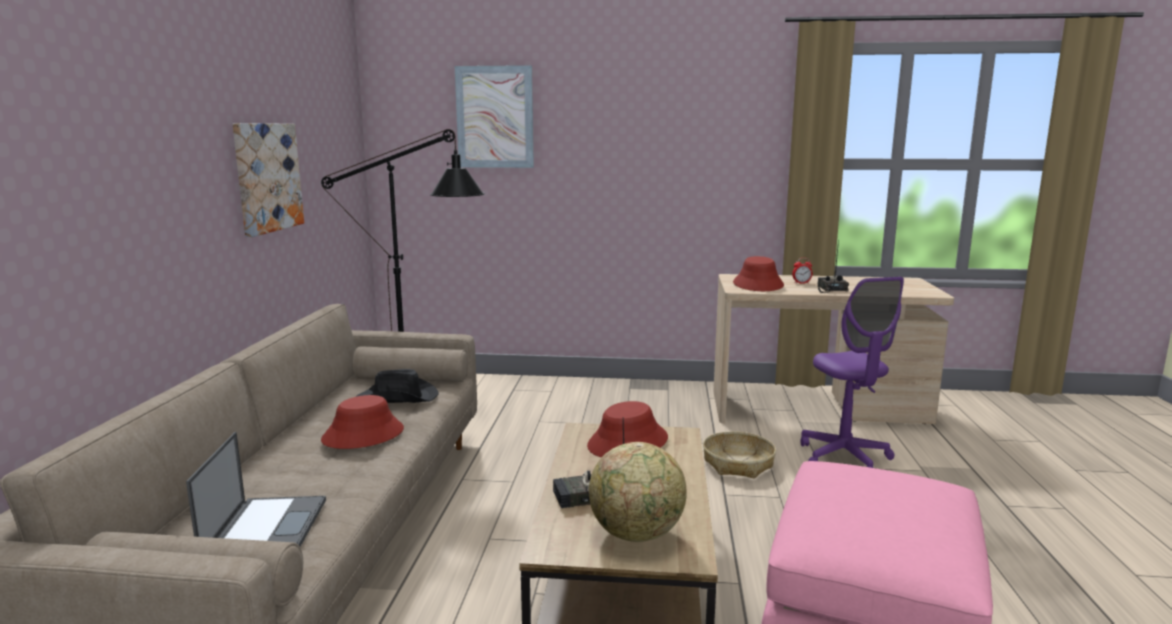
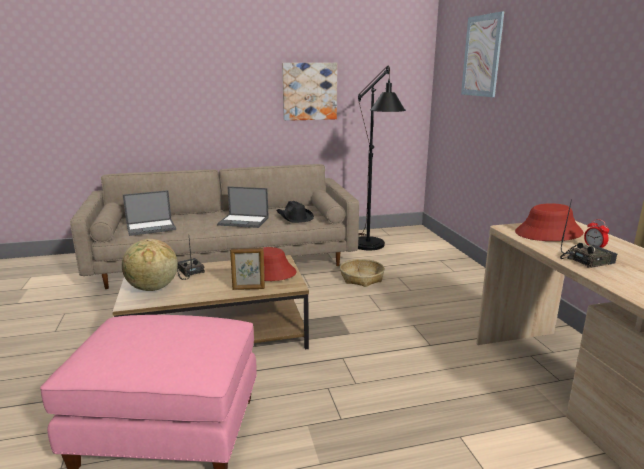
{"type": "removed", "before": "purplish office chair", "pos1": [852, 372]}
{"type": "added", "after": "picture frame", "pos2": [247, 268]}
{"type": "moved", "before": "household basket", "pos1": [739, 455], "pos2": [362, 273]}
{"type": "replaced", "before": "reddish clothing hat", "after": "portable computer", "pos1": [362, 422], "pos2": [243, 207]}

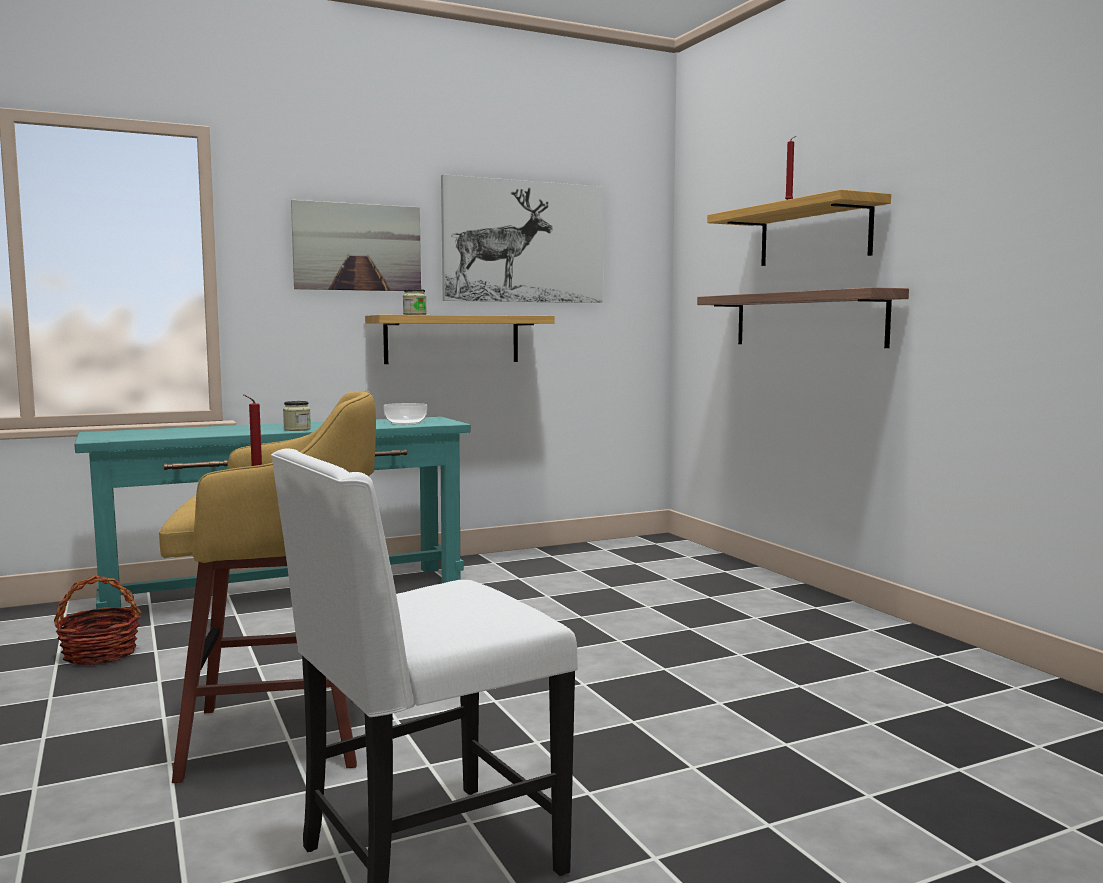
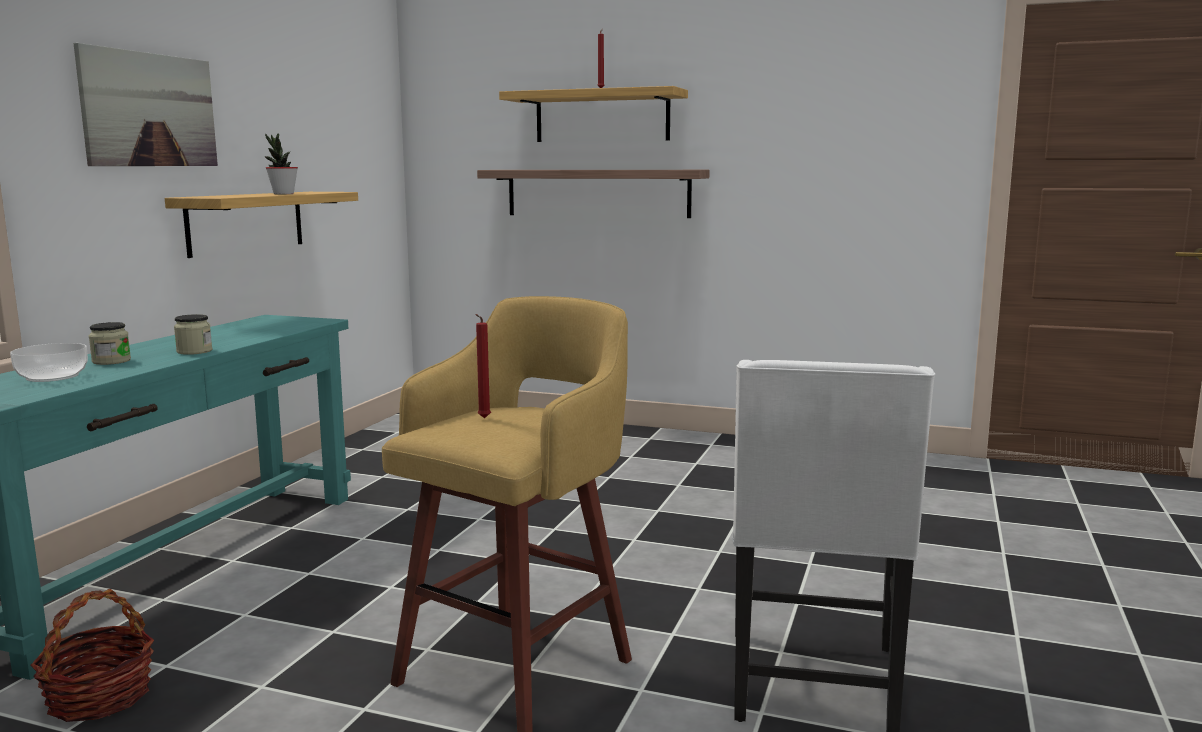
{"type": "removed", "before": "wall picture", "pos1": [522, 238]}
{"type": "added", "after": "potted plant", "pos2": [281, 164]}
{"type": "moved", "before": "serving bowl", "pos1": [405, 414], "pos2": [49, 362]}
{"type": "moved", "before": "preserve jar", "pos1": [415, 302], "pos2": [110, 343]}

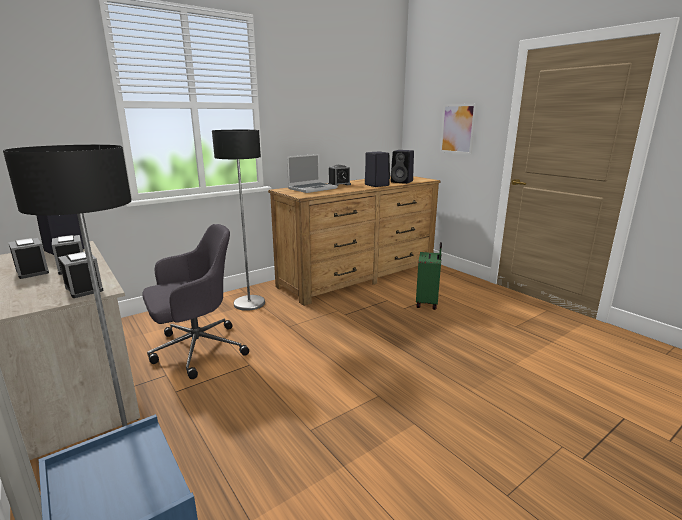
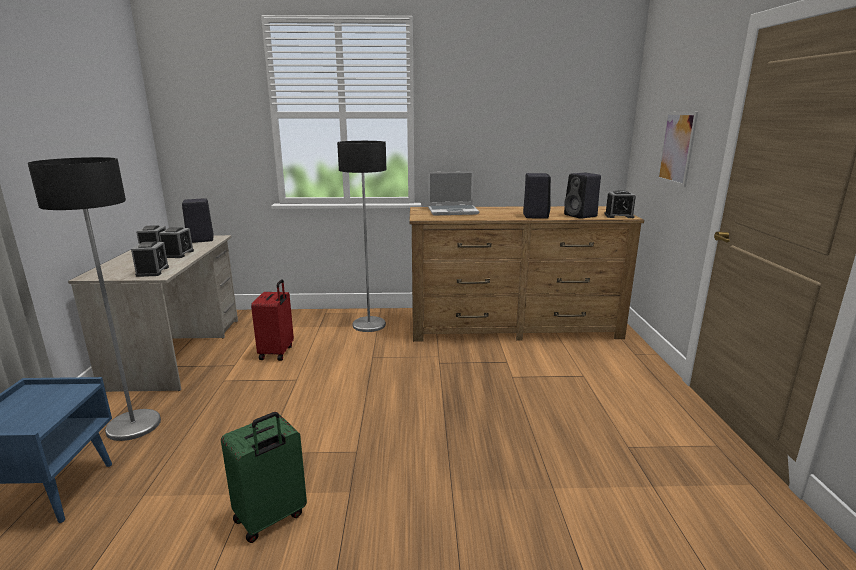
{"type": "moved", "before": "alarm clock", "pos1": [339, 175], "pos2": [620, 204]}
{"type": "moved", "before": "green-coloured travel case", "pos1": [429, 276], "pos2": [264, 477]}
{"type": "replaced", "before": "greyish office chair", "after": "reddish travel case", "pos1": [195, 301], "pos2": [272, 320]}

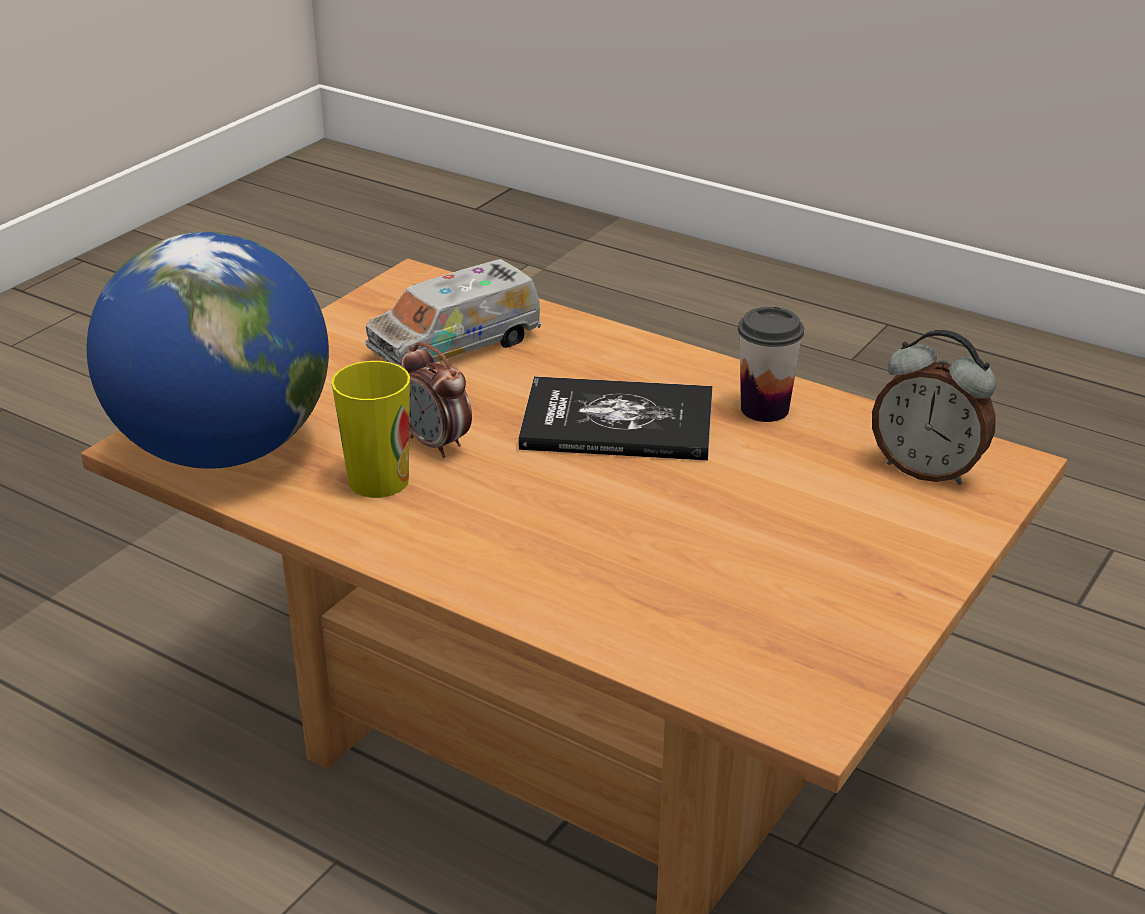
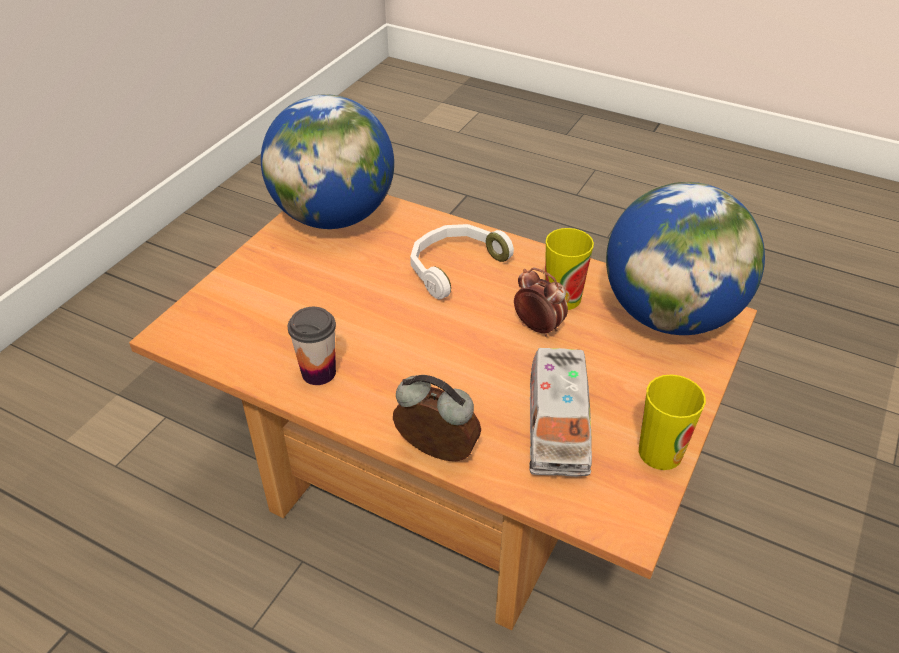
{"type": "removed", "before": "book", "pos1": [616, 418]}
{"type": "added", "after": "world globe", "pos2": [327, 161]}
{"type": "added", "after": "whitish headset", "pos2": [462, 261]}
{"type": "added", "after": "small cup", "pos2": [672, 422]}
{"type": "moved", "before": "alarm clock", "pos1": [934, 407], "pos2": [437, 418]}
{"type": "turned", "before": "toy lorry", "pos1": [453, 312], "pos2": [560, 412], "turn": 135}

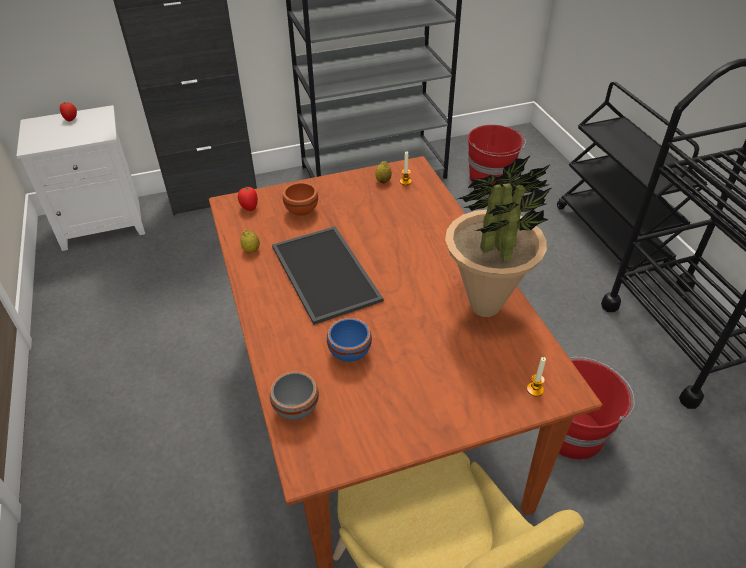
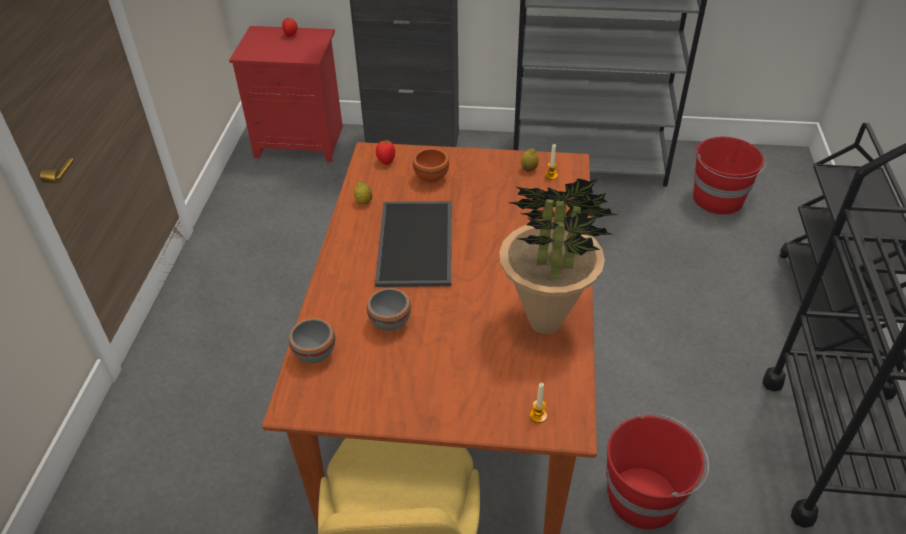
{"type": "recoloured", "before": "whitish nightstand", "after": "reddish nightstand", "pos1": [81, 178], "pos2": [286, 94]}
{"type": "recoloured", "before": "bluish serving bowl", "after": "greyish serving bowl", "pos1": [349, 340], "pos2": [389, 309]}

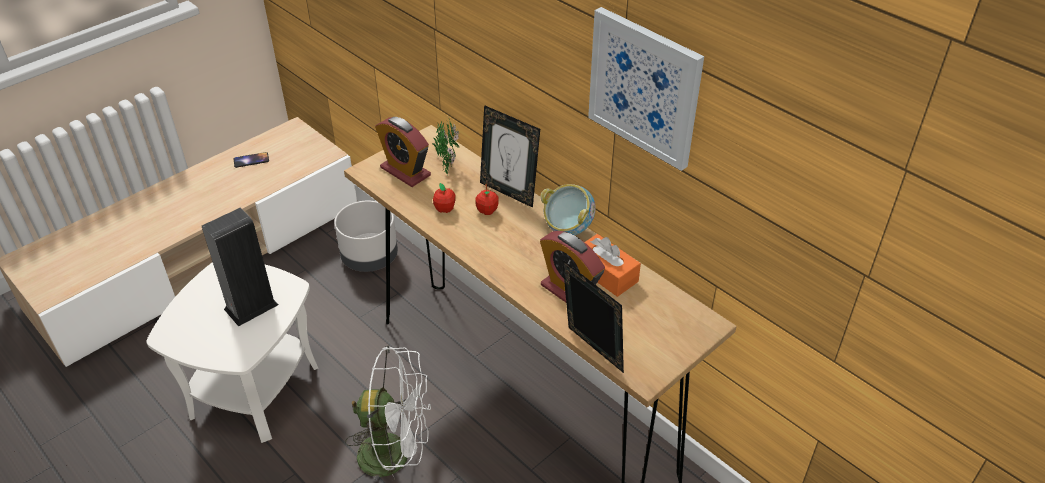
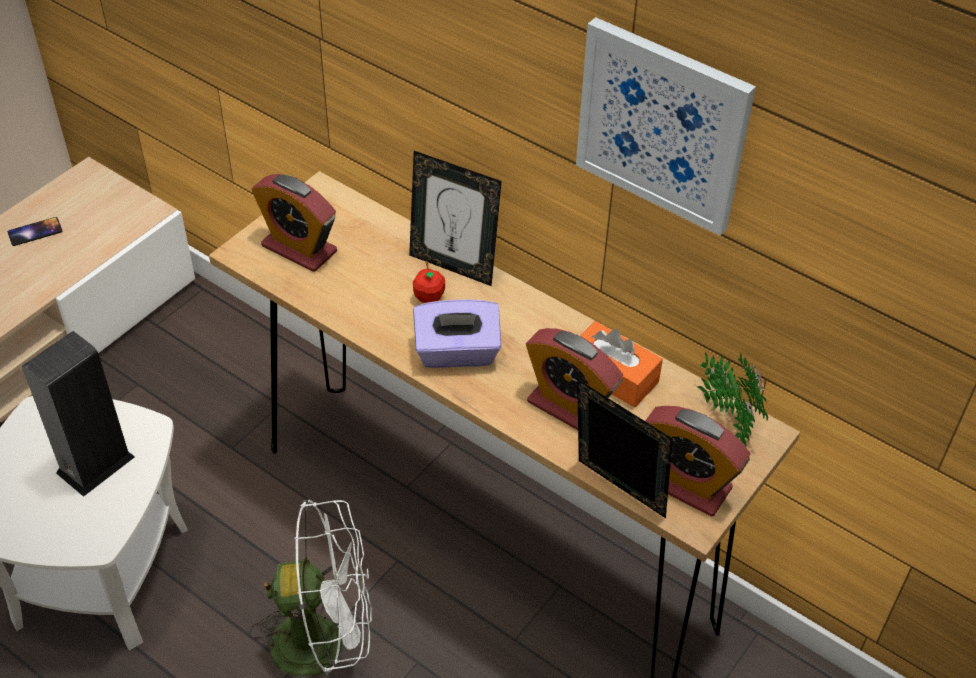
{"type": "removed", "before": "greyish plant pot", "pos1": [366, 236]}
{"type": "removed", "before": "apple fruit", "pos1": [444, 198]}
{"type": "removed", "before": "serving bowl", "pos1": [567, 209]}
{"type": "added", "after": "purplish tissue holder", "pos2": [457, 333]}
{"type": "added", "after": "alarm clock", "pos2": [697, 461]}
{"type": "moved", "before": "potted plant", "pos1": [445, 147], "pos2": [732, 399]}

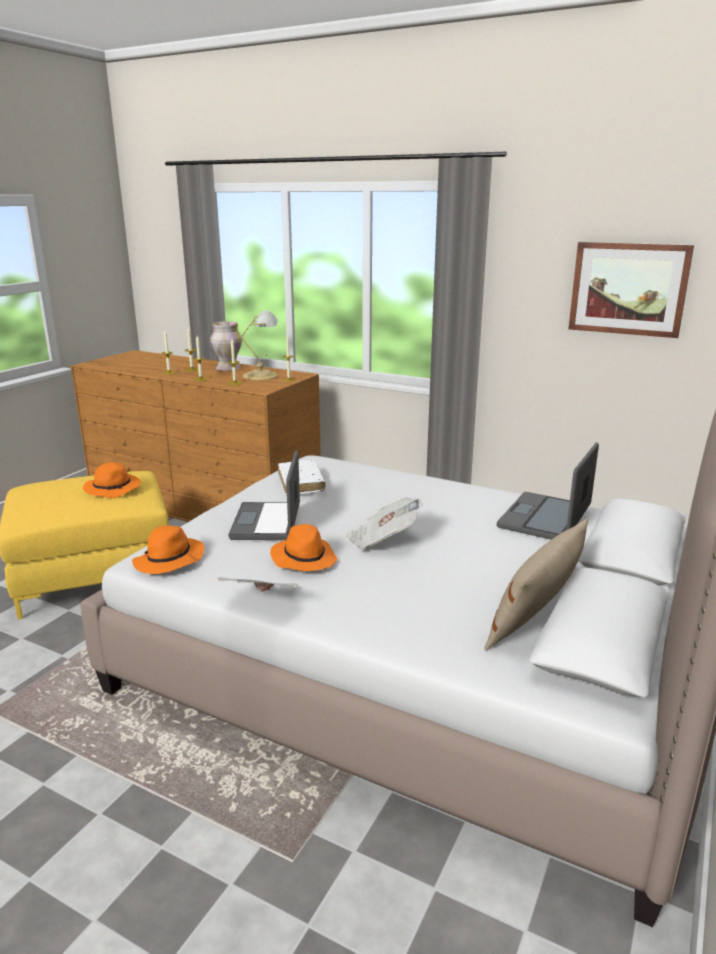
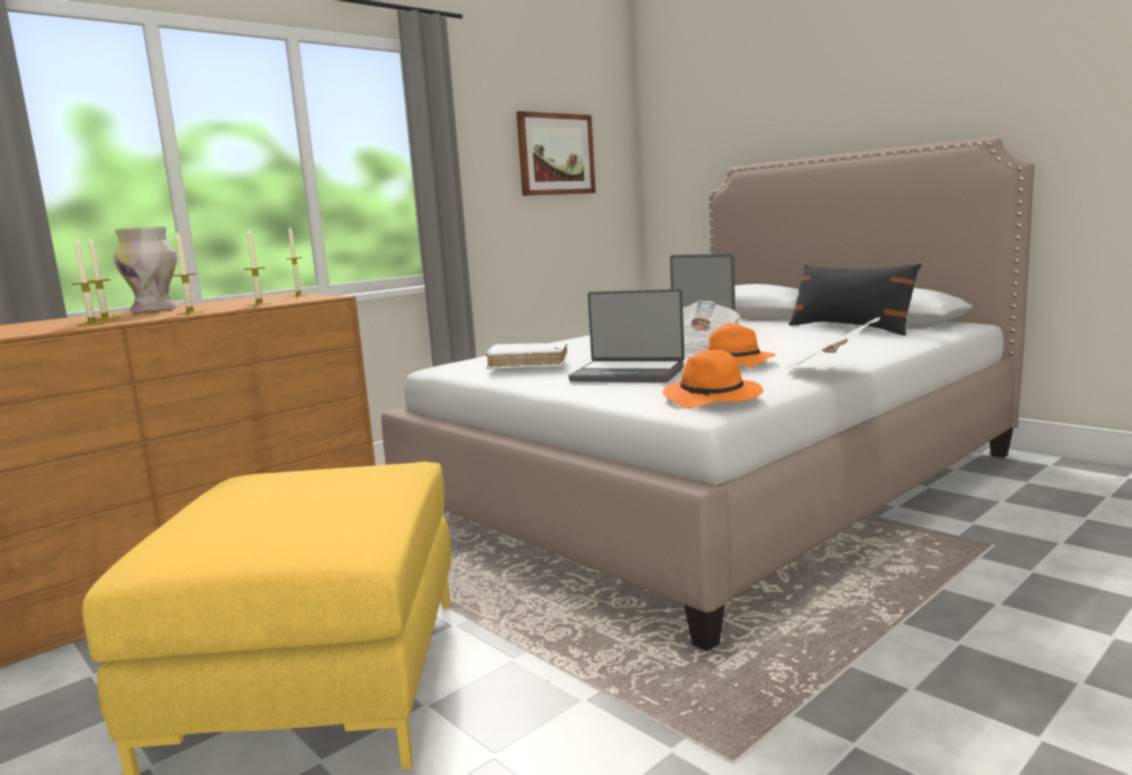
{"type": "removed", "before": "orangey clothing hat", "pos1": [112, 480]}
{"type": "removed", "before": "lamp for a table", "pos1": [259, 345]}
{"type": "recoloured", "before": "beige-coloured throw pillow", "after": "black throw pillow", "pos1": [536, 584], "pos2": [855, 299]}

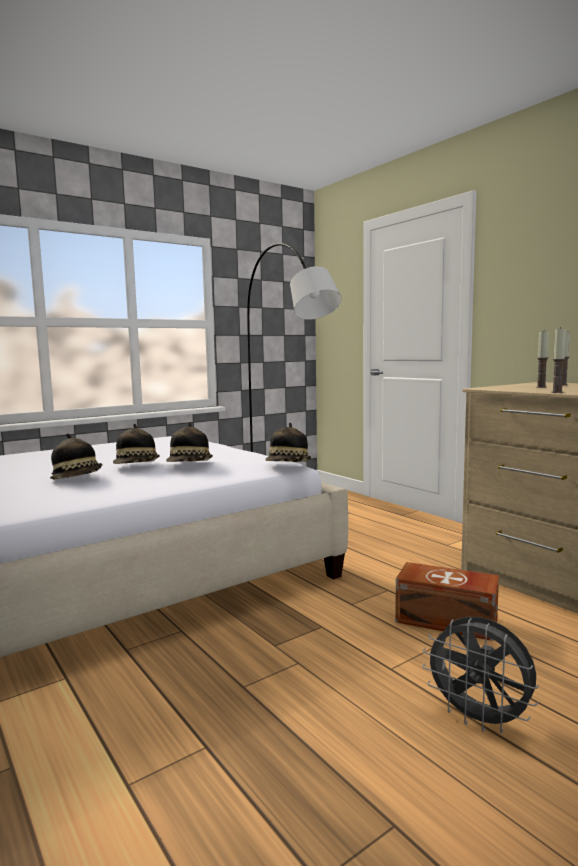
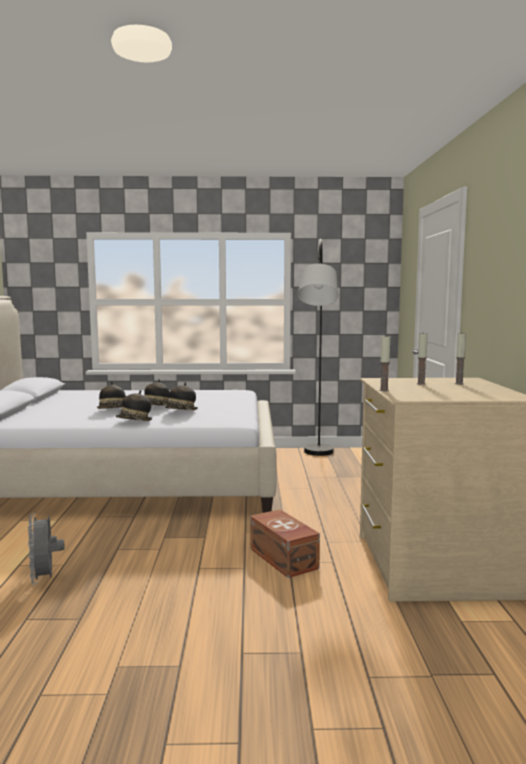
{"type": "moved", "before": "clothing hat", "pos1": [288, 442], "pos2": [133, 405]}
{"type": "moved", "before": "greyish electric fan", "pos1": [480, 675], "pos2": [46, 549]}

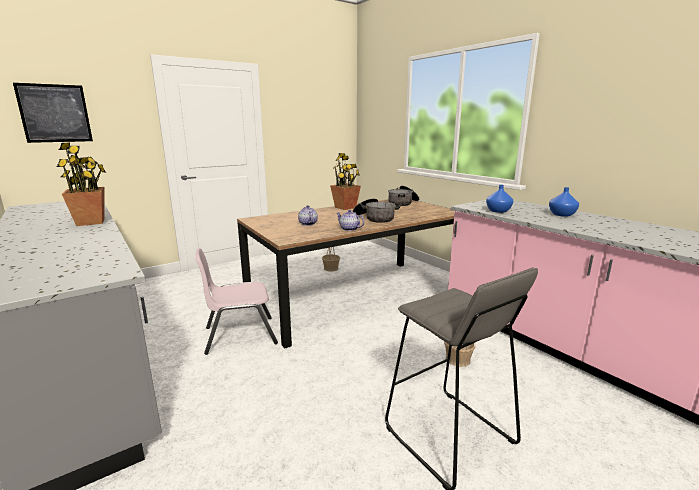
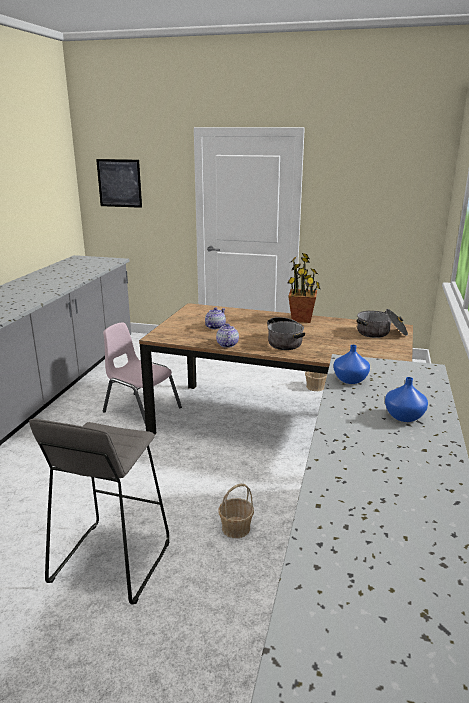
{"type": "removed", "before": "potted plant", "pos1": [81, 184]}

